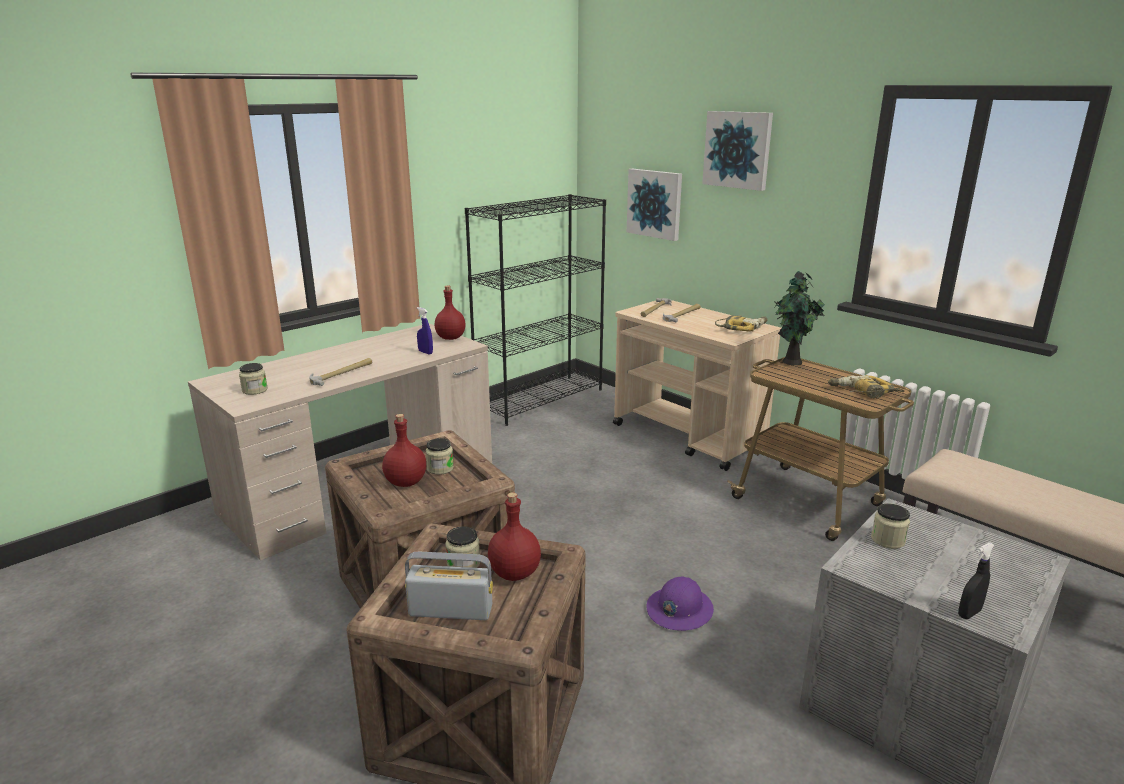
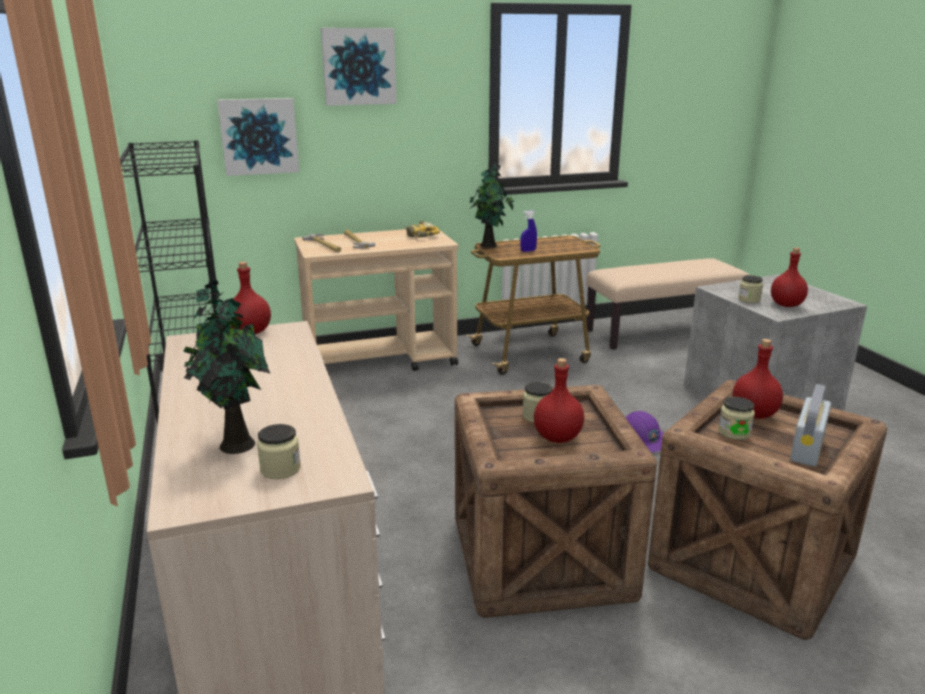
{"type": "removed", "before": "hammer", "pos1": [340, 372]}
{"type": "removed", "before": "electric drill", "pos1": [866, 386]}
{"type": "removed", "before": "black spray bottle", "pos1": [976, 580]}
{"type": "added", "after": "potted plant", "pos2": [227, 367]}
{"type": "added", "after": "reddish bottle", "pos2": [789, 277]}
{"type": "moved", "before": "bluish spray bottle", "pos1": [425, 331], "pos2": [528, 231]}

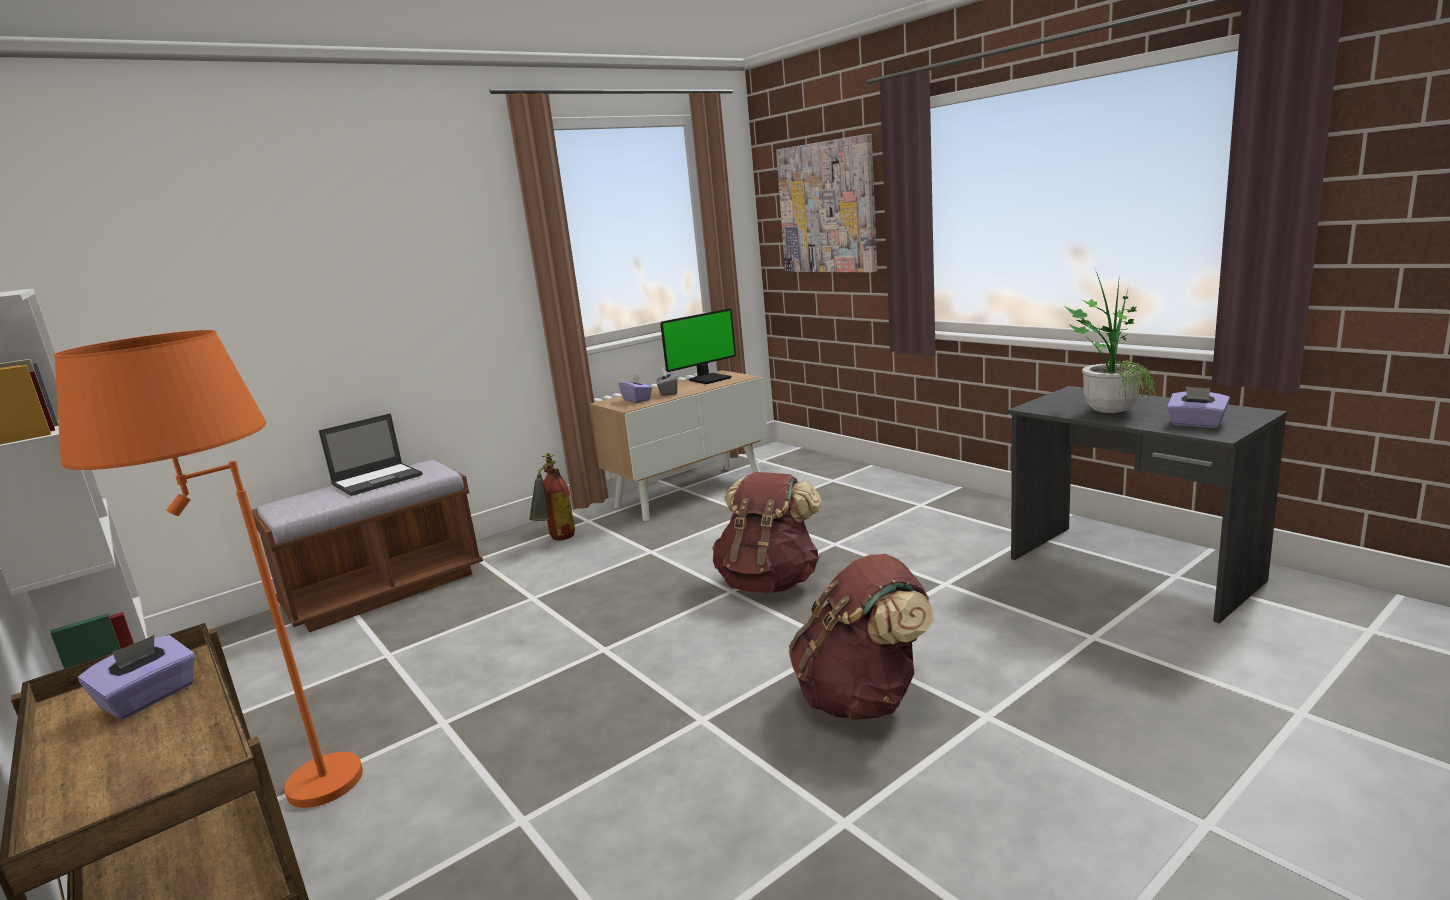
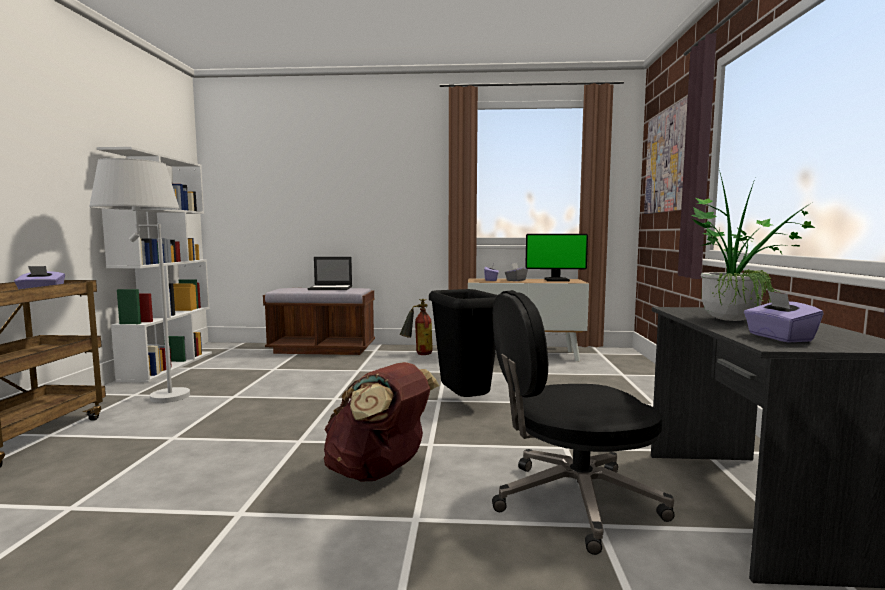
{"type": "added", "after": "black office chair", "pos2": [583, 422]}
{"type": "replaced", "before": "brown-coloured rucksack", "after": "black rubbish bin", "pos1": [767, 532], "pos2": [463, 343]}
{"type": "recoloured", "before": "orangey standing lamp", "after": "whitish standing lamp", "pos1": [208, 569], "pos2": [140, 280]}

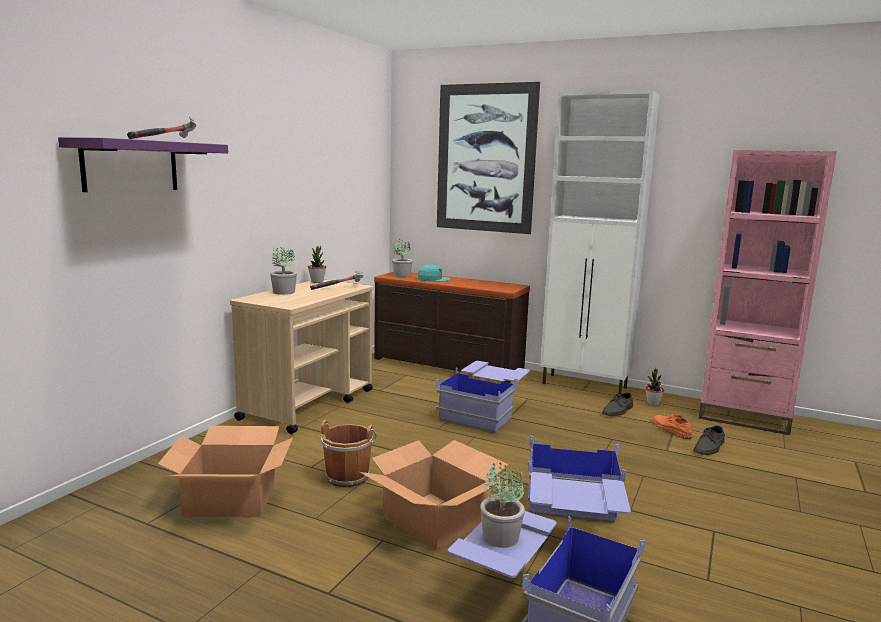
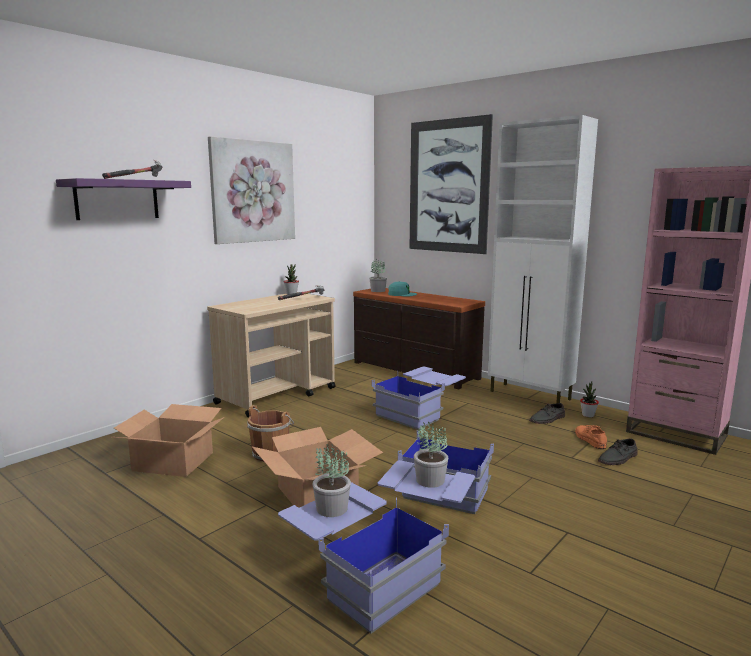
{"type": "added", "after": "wall picture", "pos2": [251, 190]}
{"type": "moved", "before": "potted plant", "pos1": [283, 271], "pos2": [431, 455]}

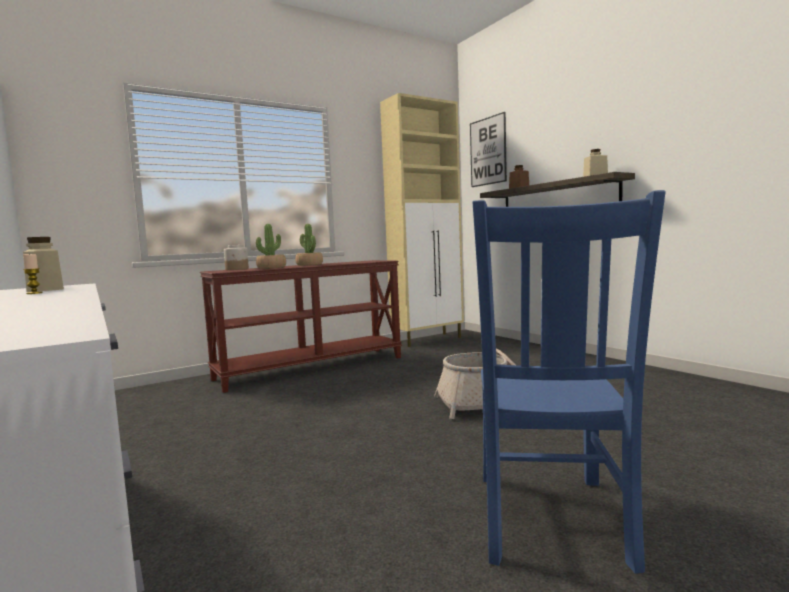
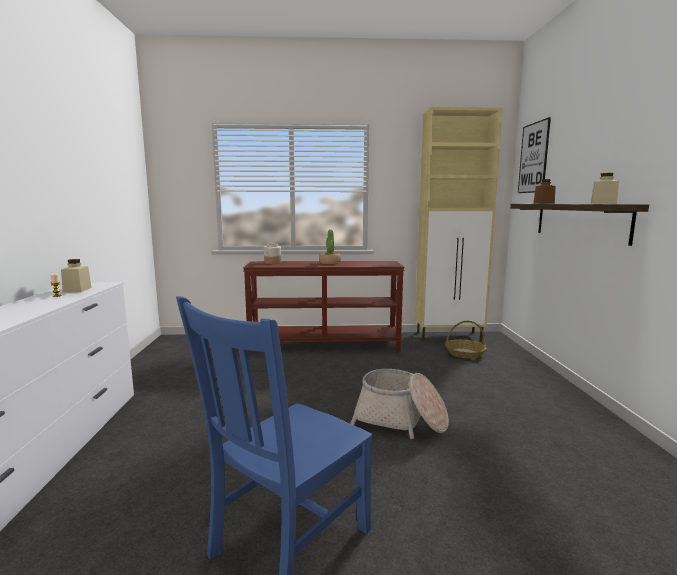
{"type": "removed", "before": "potted plant", "pos1": [271, 246]}
{"type": "added", "after": "household basket", "pos2": [465, 340]}

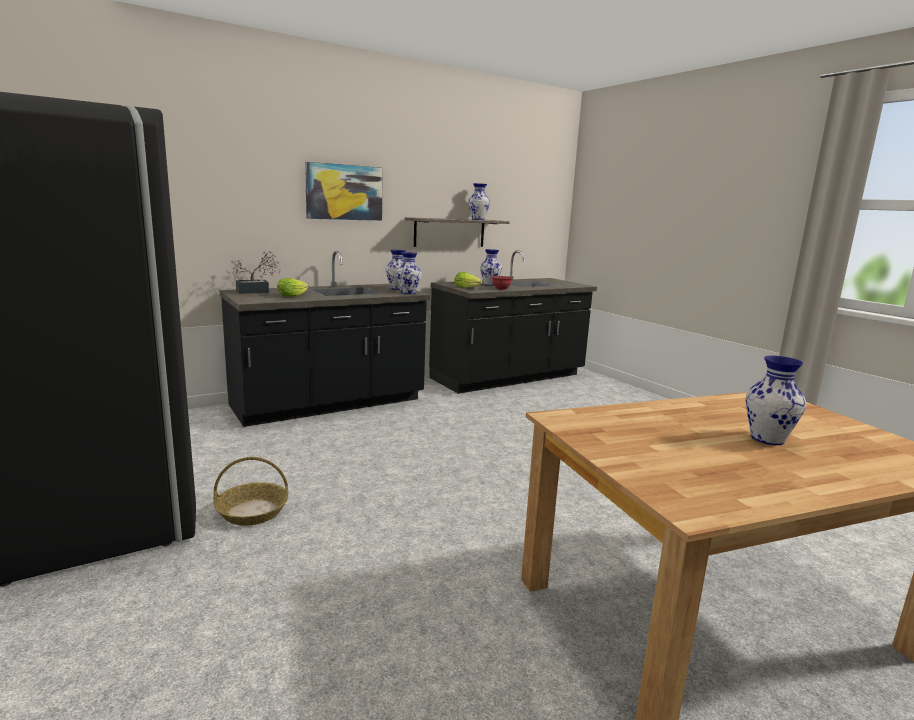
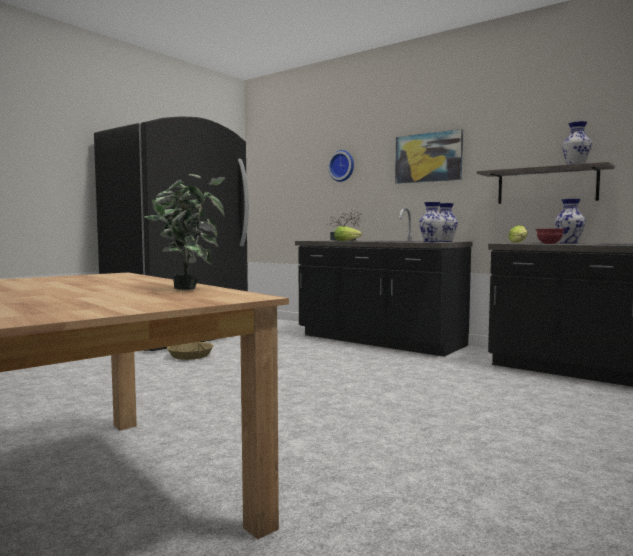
{"type": "removed", "before": "vase", "pos1": [776, 400]}
{"type": "added", "after": "potted plant", "pos2": [185, 232]}
{"type": "added", "after": "clock on the wall", "pos2": [341, 166]}

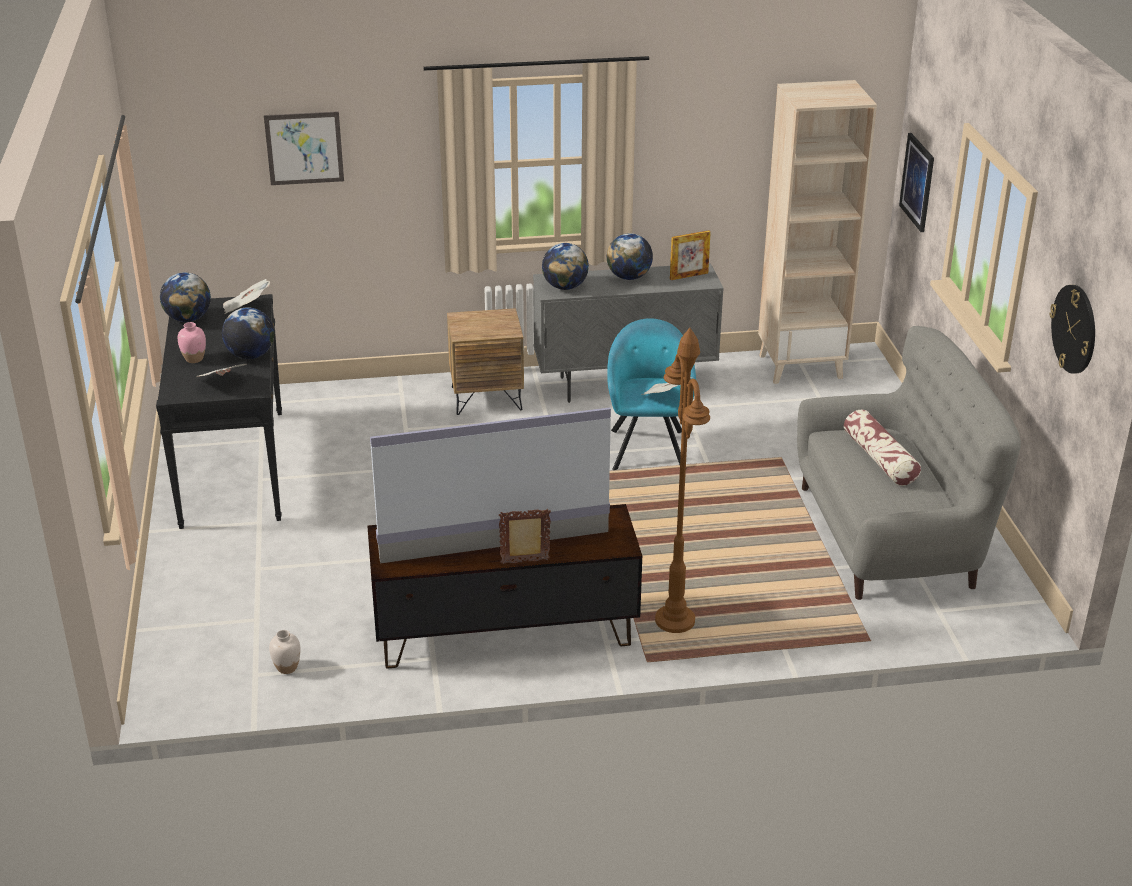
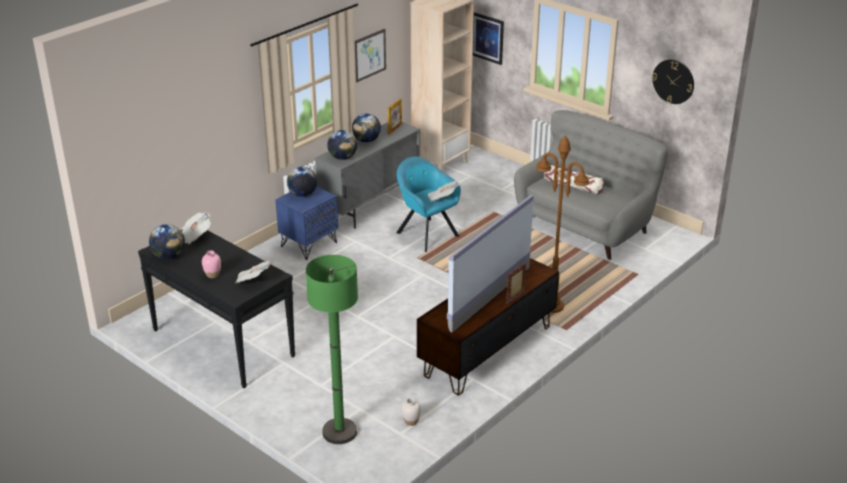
{"type": "added", "after": "green-coloured standing lamp", "pos2": [332, 349]}
{"type": "moved", "before": "world globe", "pos1": [248, 333], "pos2": [302, 182]}
{"type": "moved", "before": "wall picture", "pos1": [304, 148], "pos2": [370, 56]}
{"type": "recoloured", "before": "brown-coloured nightstand", "after": "bluish nightstand", "pos1": [485, 361], "pos2": [307, 223]}

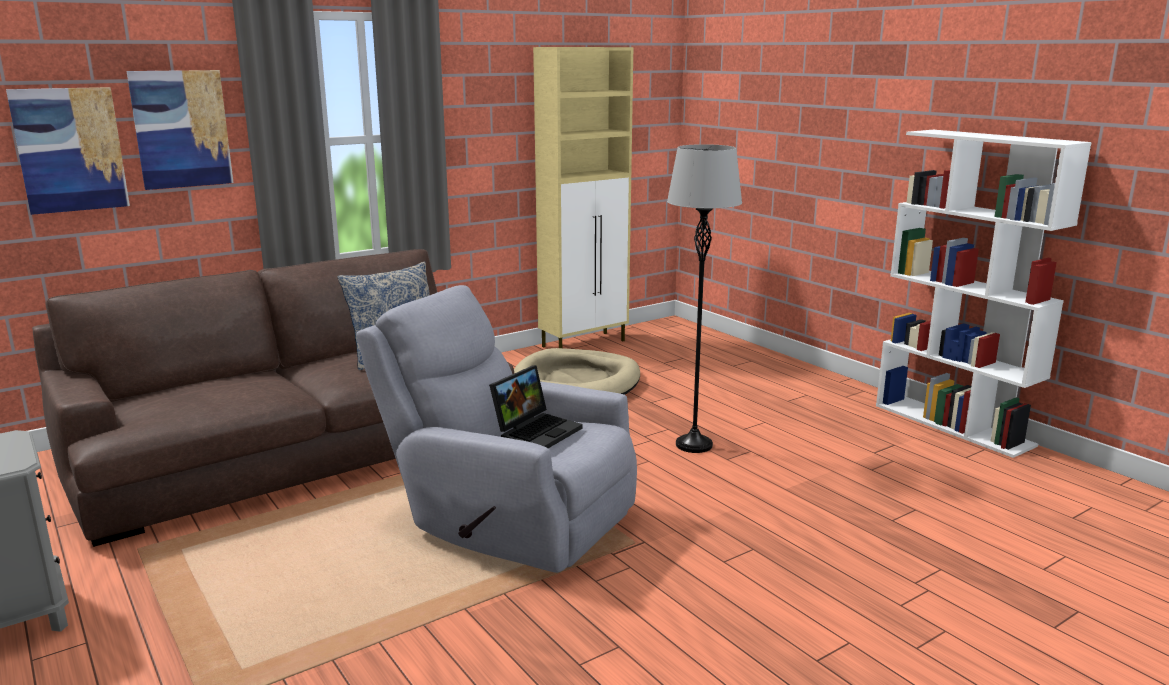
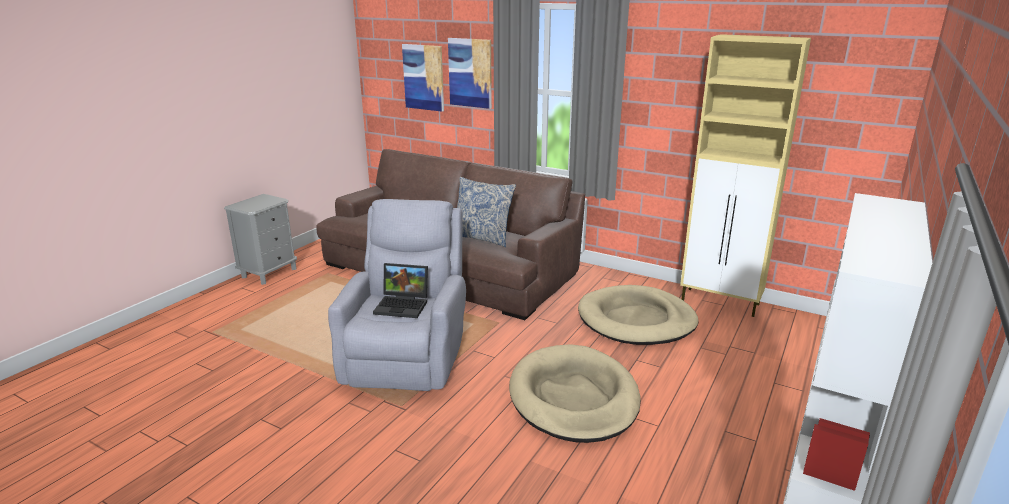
{"type": "replaced", "before": "greyish standing lamp", "after": "beige-coloured dog bed", "pos1": [704, 298], "pos2": [575, 393]}

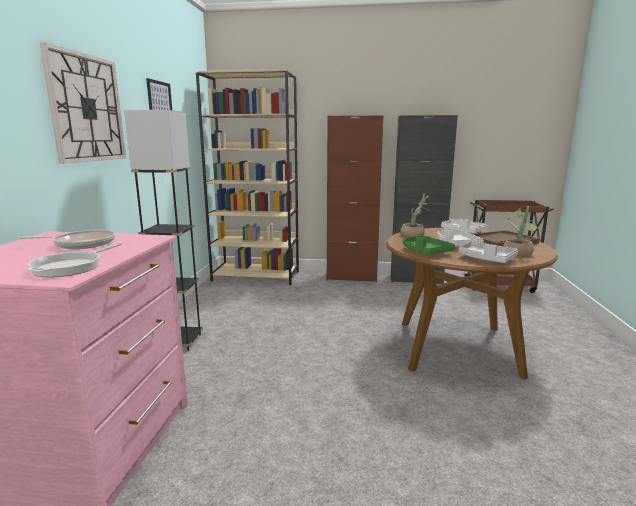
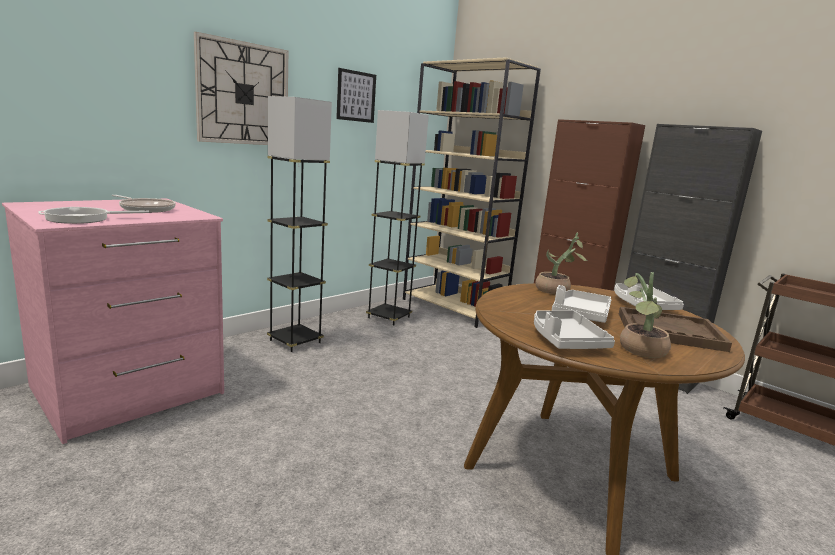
{"type": "removed", "before": "green-coloured tray", "pos1": [429, 245]}
{"type": "added", "after": "black standing lamp", "pos2": [397, 217]}

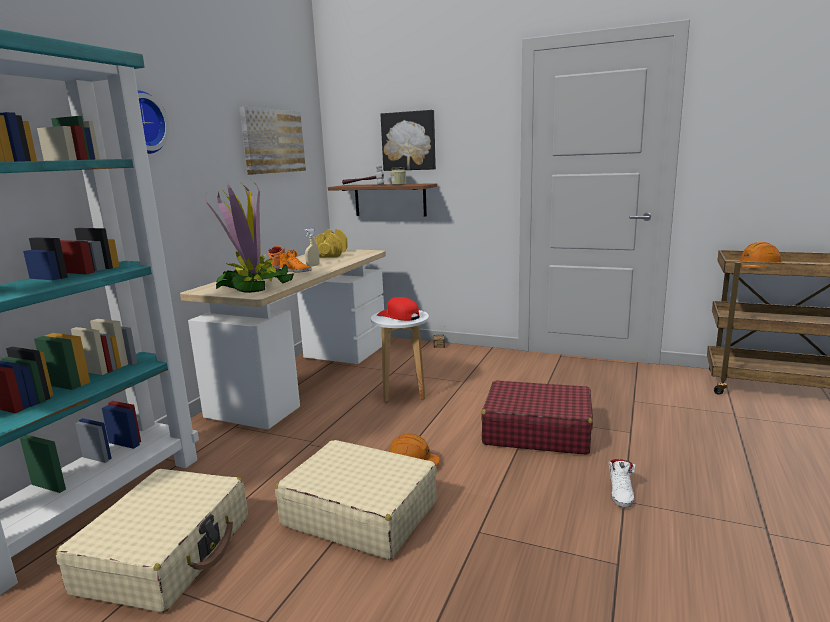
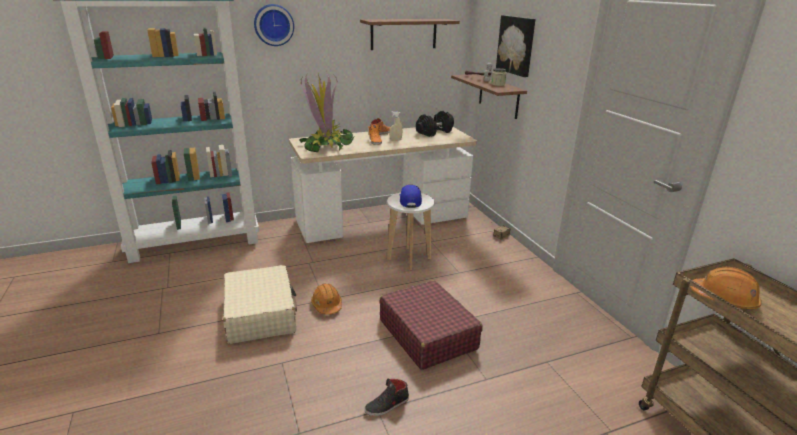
{"type": "removed", "before": "beige-coloured travel case", "pos1": [152, 541]}
{"type": "replaced", "before": "wall picture", "after": "wall shelf", "pos1": [272, 141], "pos2": [410, 34]}
{"type": "recoloured", "before": "yellow dumbbell", "after": "black dumbbell", "pos1": [331, 243], "pos2": [435, 124]}
{"type": "recoloured", "before": "reddish peaked cap", "after": "bluish peaked cap", "pos1": [398, 309], "pos2": [411, 196]}
{"type": "recoloured", "before": "whitish low shoe", "after": "black low shoe", "pos1": [622, 483], "pos2": [387, 397]}

